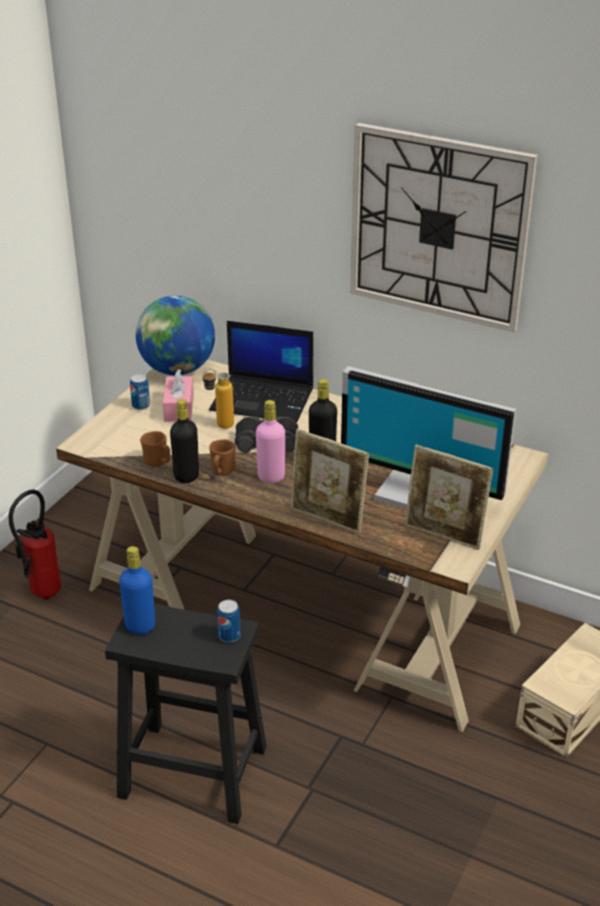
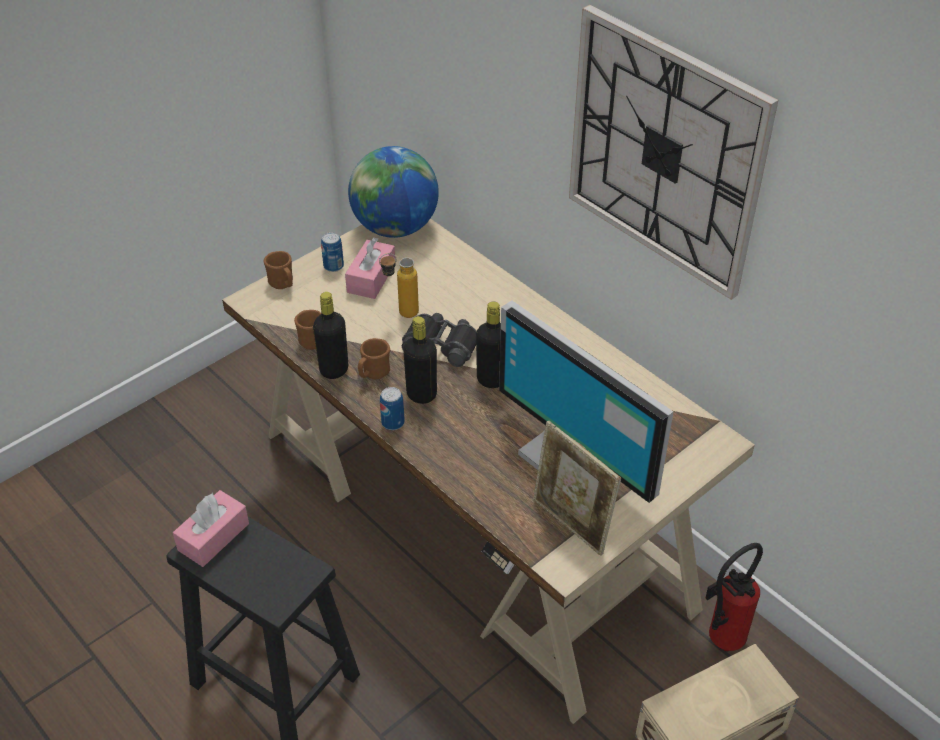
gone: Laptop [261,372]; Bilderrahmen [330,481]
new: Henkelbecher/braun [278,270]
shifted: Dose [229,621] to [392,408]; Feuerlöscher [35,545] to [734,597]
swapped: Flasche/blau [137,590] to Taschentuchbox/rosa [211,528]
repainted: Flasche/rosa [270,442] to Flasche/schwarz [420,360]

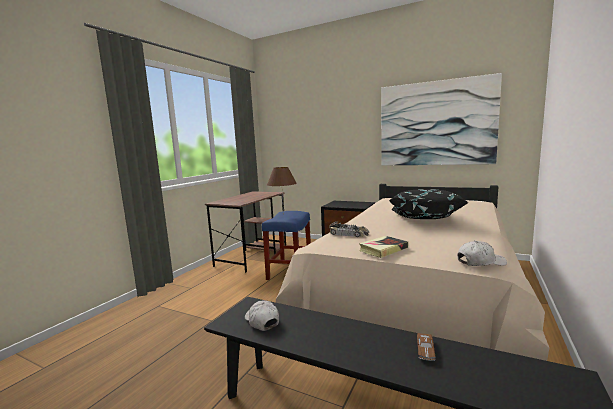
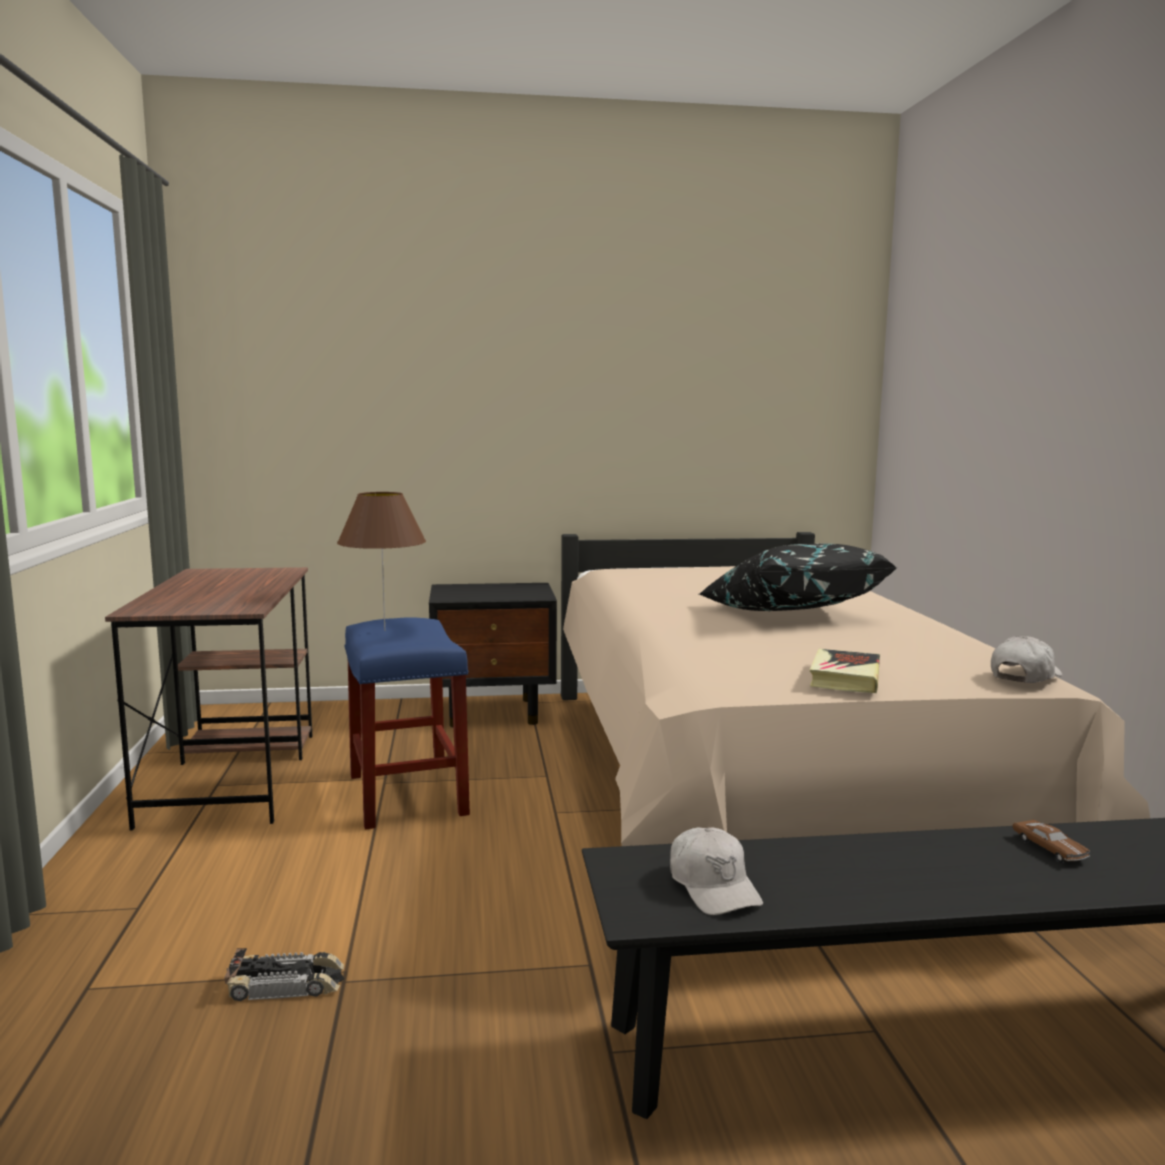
gone: Bild [441,119]
shifted: Spielzeugauto [349,229] to [284,974]
rotated: Kappe/weiß [262,316] = [716,871] 135 degrees counterclockwise

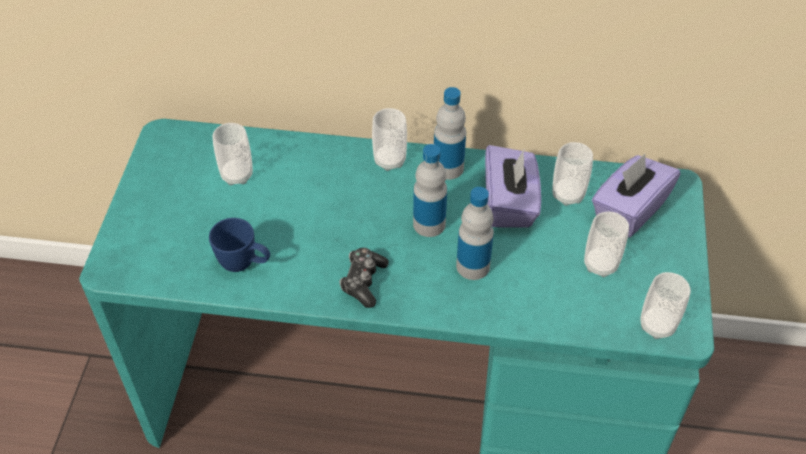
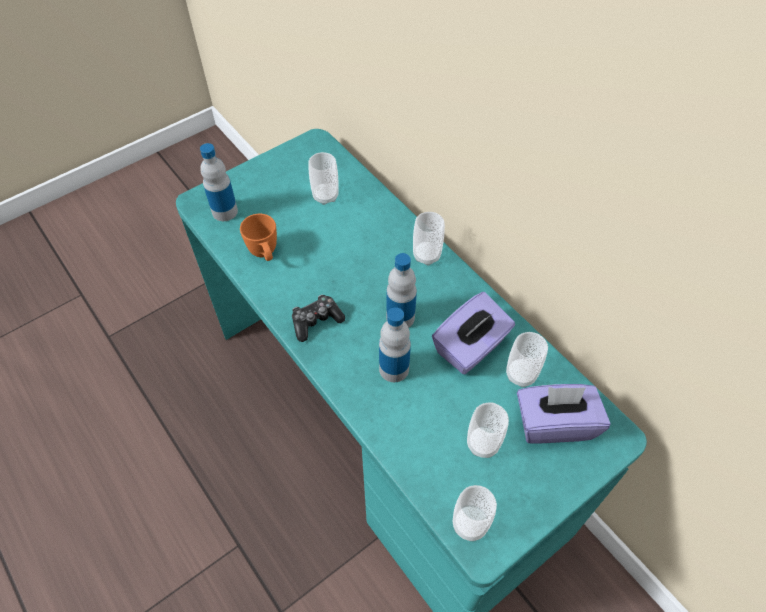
shifted: Flasche [450,133] to [219,182]
repainted: Henkelbecher/blau [239,245] to Henkelbecher/orange [258,237]

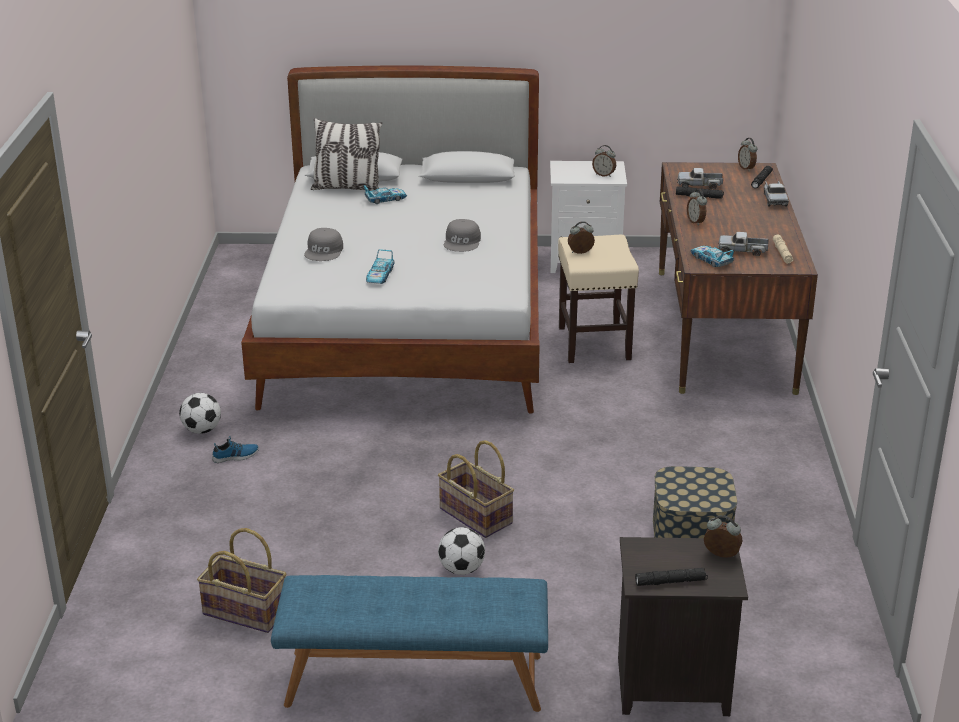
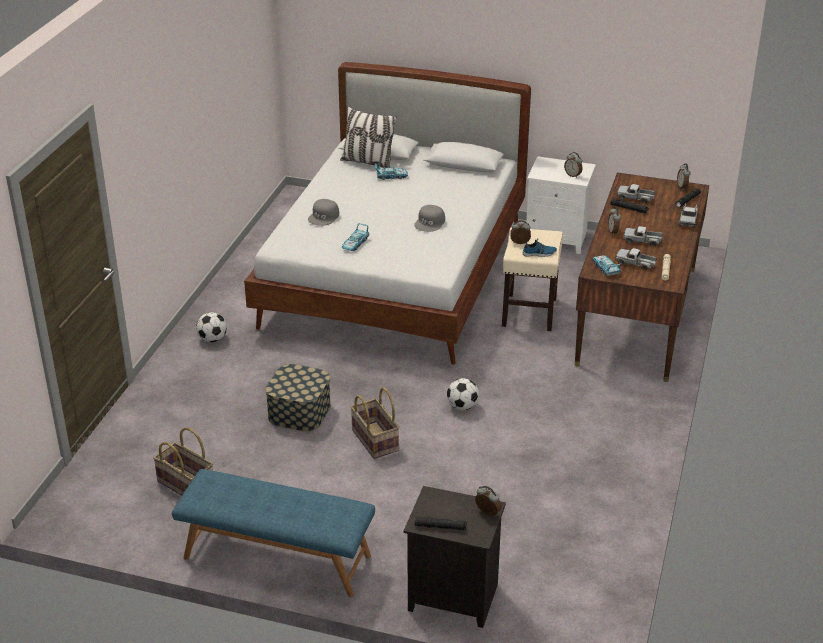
new: Spielzeuglaster [643,236]
shifted: Aufbewahrungsbox [695,502] to [298,397]; Fußball [461,551] to [463,394]; Schuh [235,449] to [540,247]

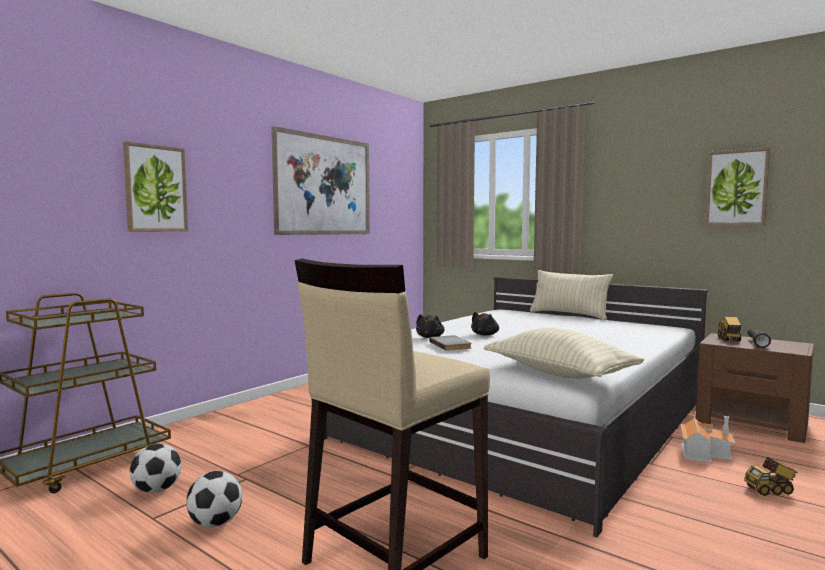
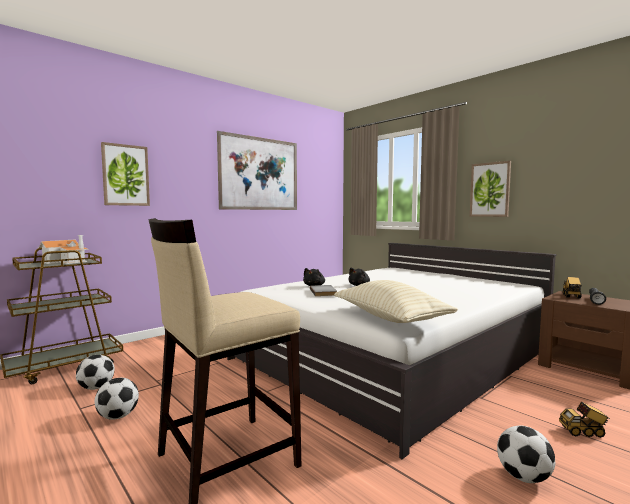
gone: Kissen/beige [571,295]
new: Fußball [526,454]
shifted: Spielzeughaus [708,439] to [63,249]; Bild [737,186] to [490,189]

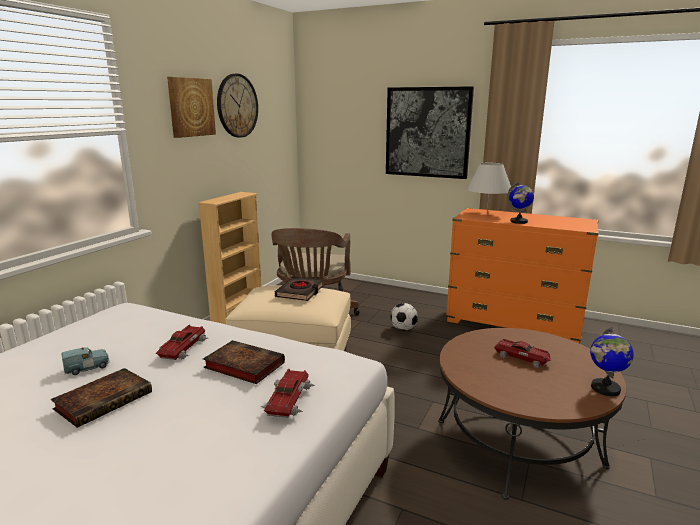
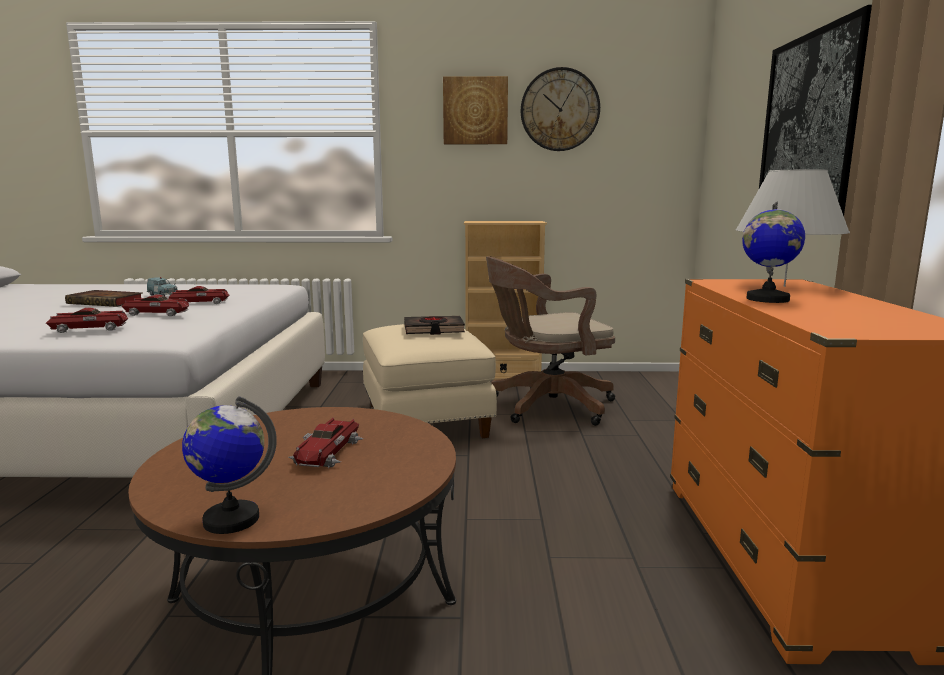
gone: Fußball [404,317]
swapped: Buch [244,362] to Spielzeugauto [155,305]

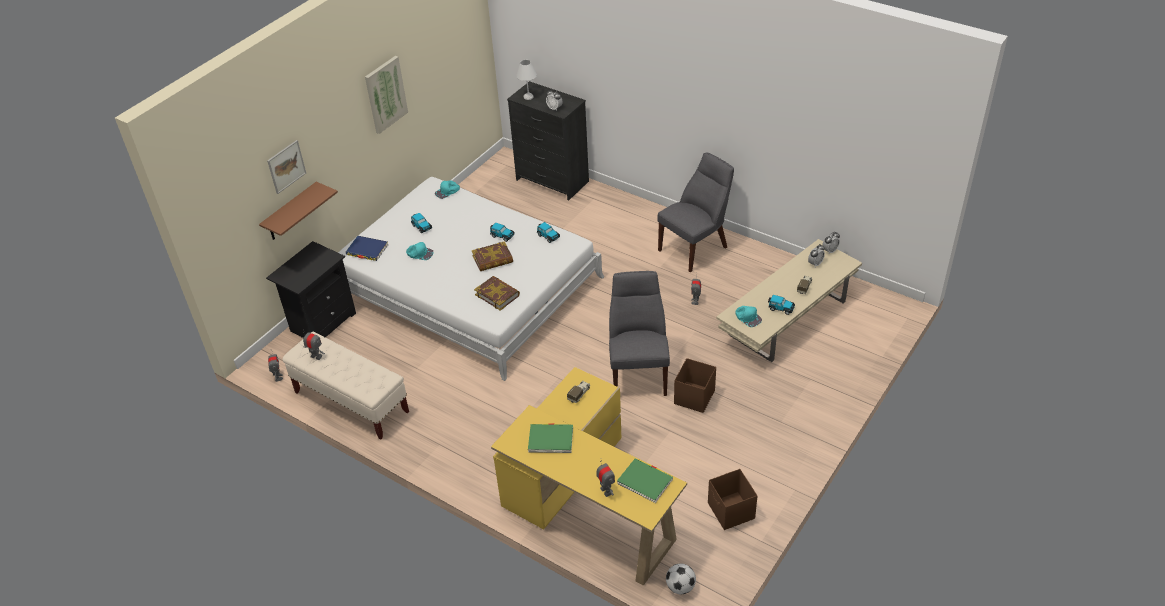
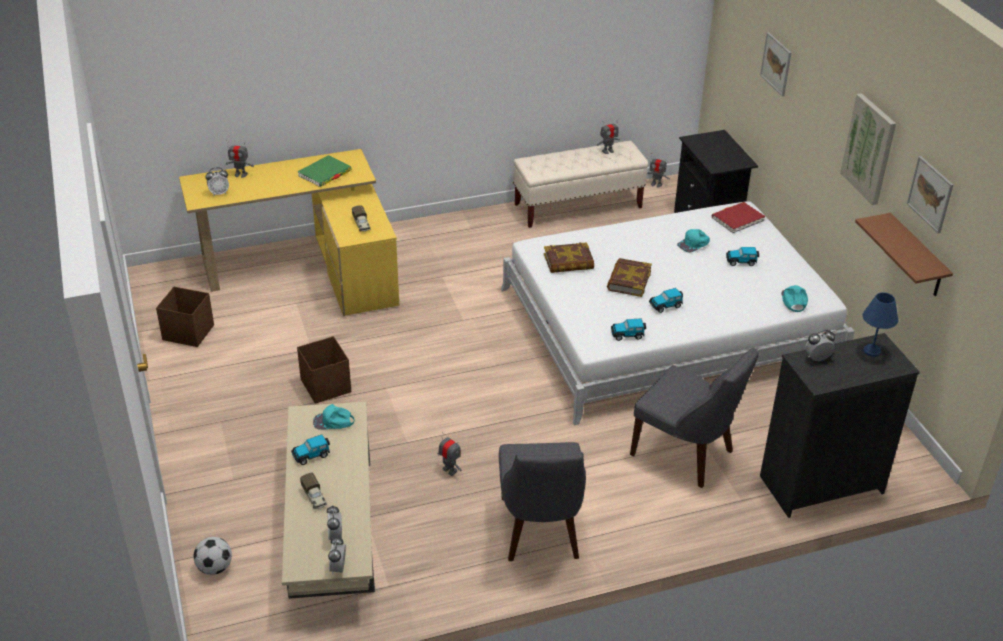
new: Bild [930,195]
shifted: Fußball [681,579] to [212,556]; Stuhl/grau [639,333] to [694,418]; Wandregal/braun [298,211] to [904,254]
swapped: Buch/grün [645,481] to Wecker [217,182]
repainted: Buch/blau [367,248] to Buch/rot [739,217]; Tischlampe/weiß [526,80] to Tischlampe/blau [880,324]

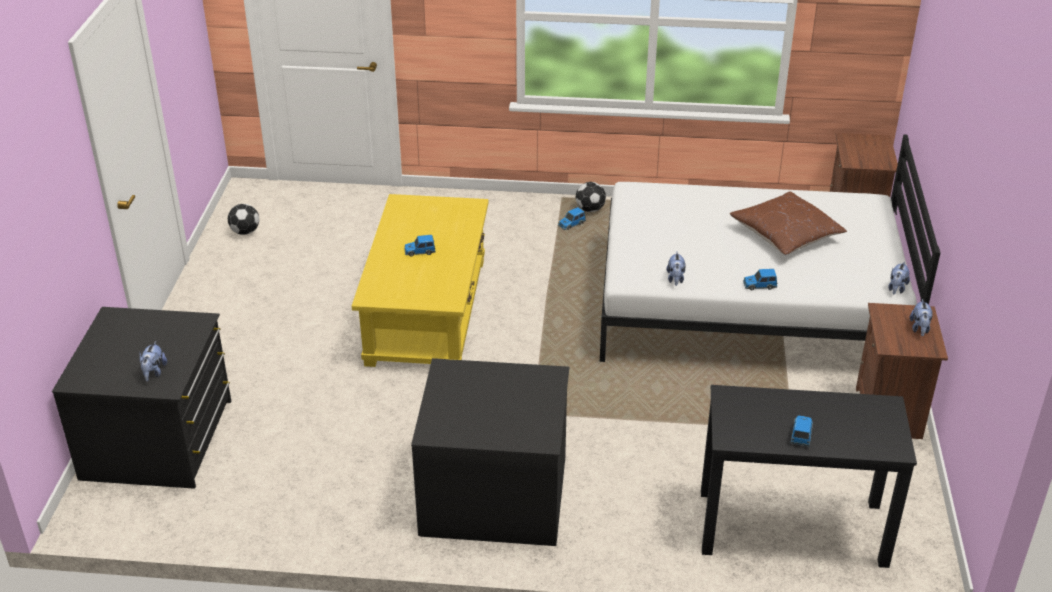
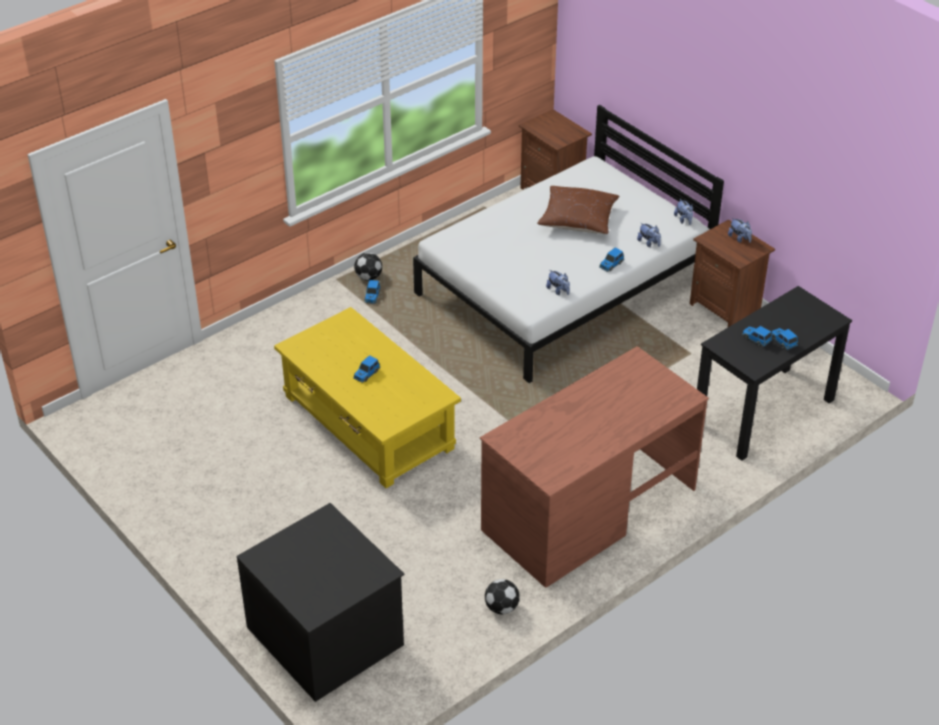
new: Spielzeugauto [757,336]
shifted: Fußball [243,219] to [502,596]; Plüschtier [153,361] to [649,235]
swapped: Kommode/schwarz [490,452] to Schreibtisch/braun [594,467]

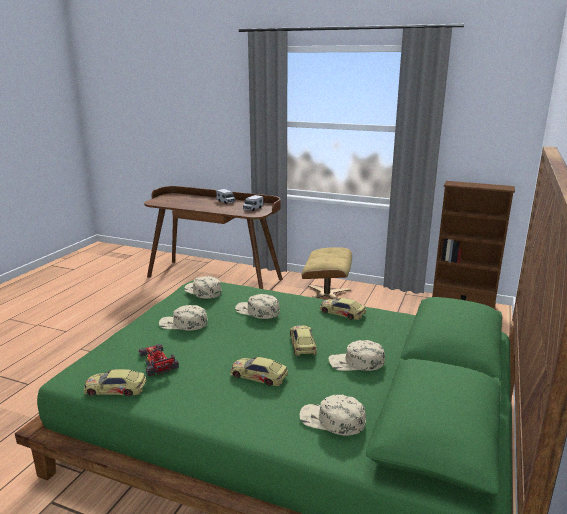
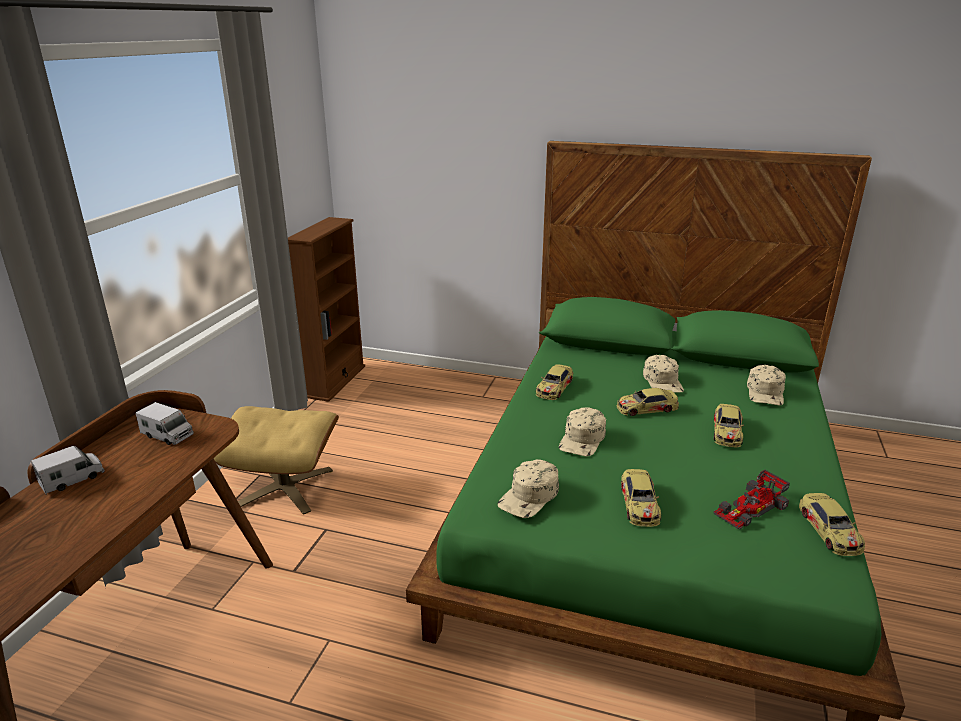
swapped: Kappe/beige [183,317] to Spielzeugauto [641,498]

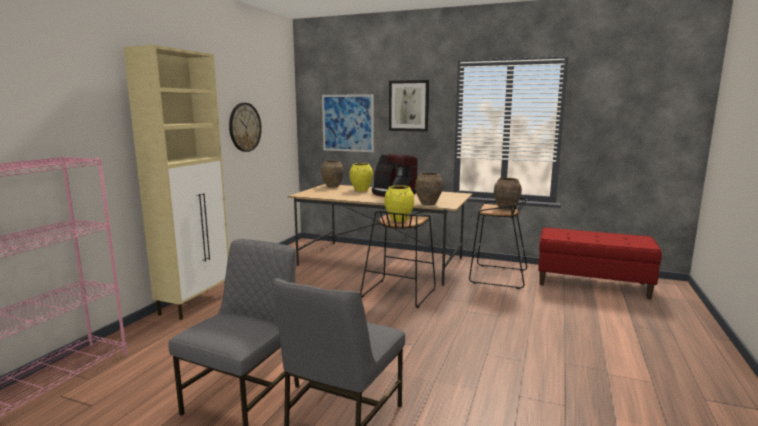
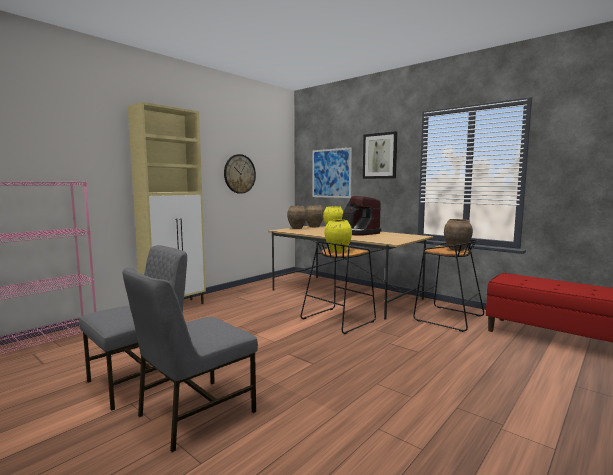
shifted: Vase/braun [429,188] to [297,217]

